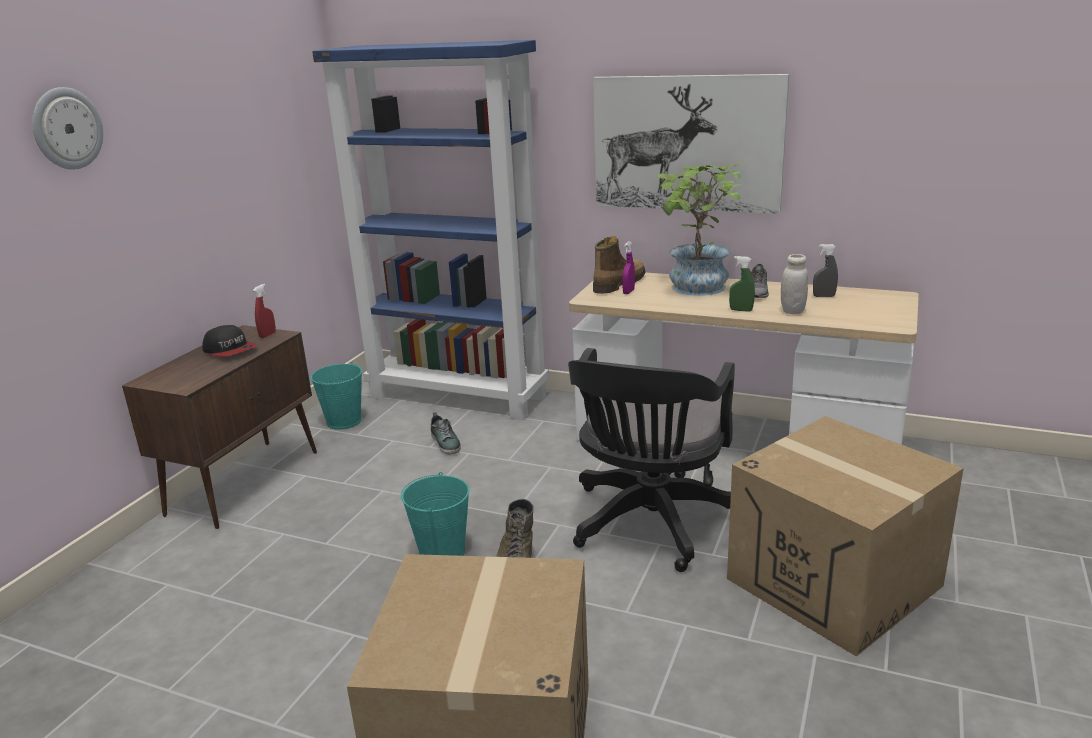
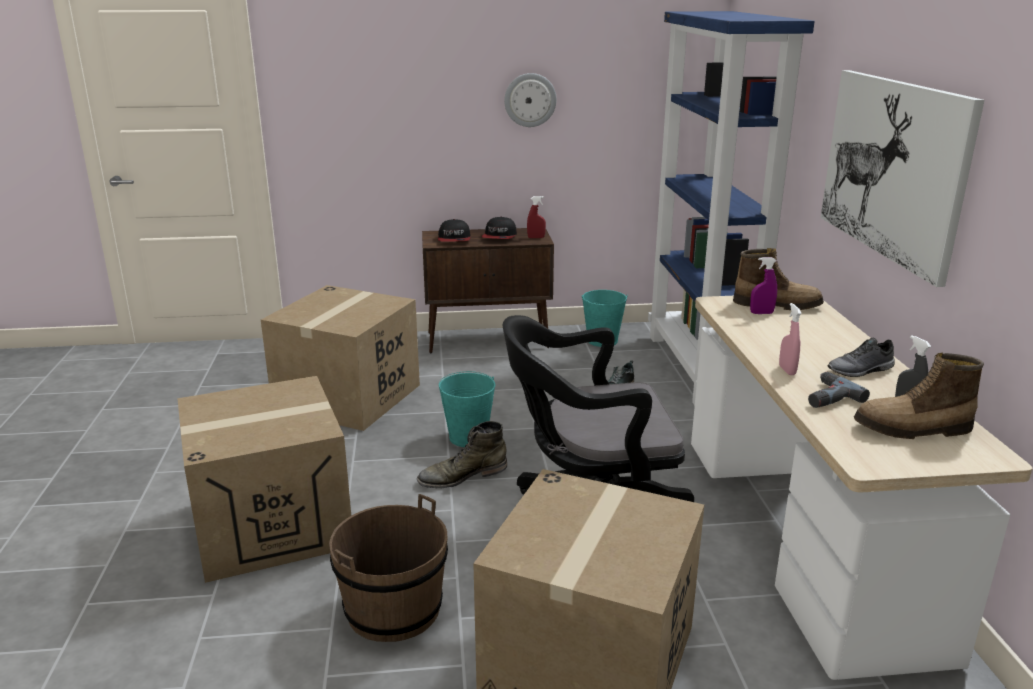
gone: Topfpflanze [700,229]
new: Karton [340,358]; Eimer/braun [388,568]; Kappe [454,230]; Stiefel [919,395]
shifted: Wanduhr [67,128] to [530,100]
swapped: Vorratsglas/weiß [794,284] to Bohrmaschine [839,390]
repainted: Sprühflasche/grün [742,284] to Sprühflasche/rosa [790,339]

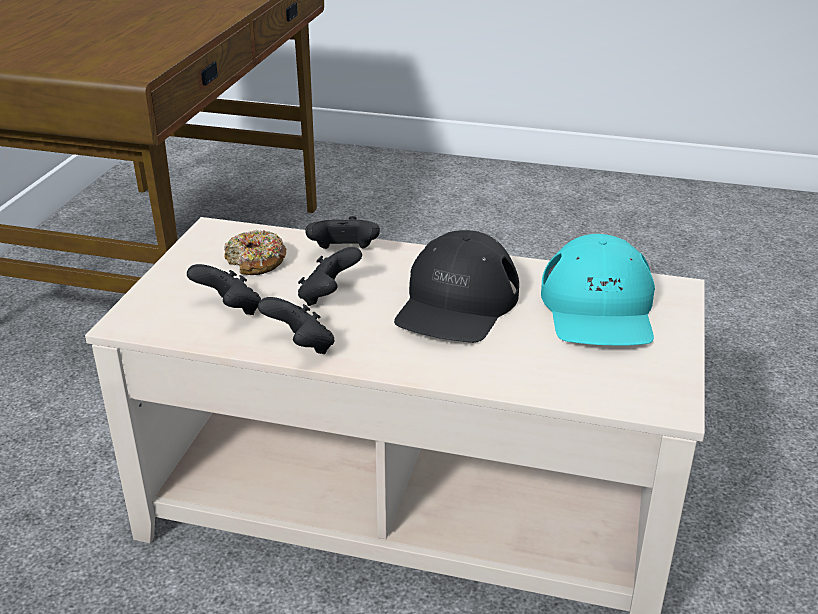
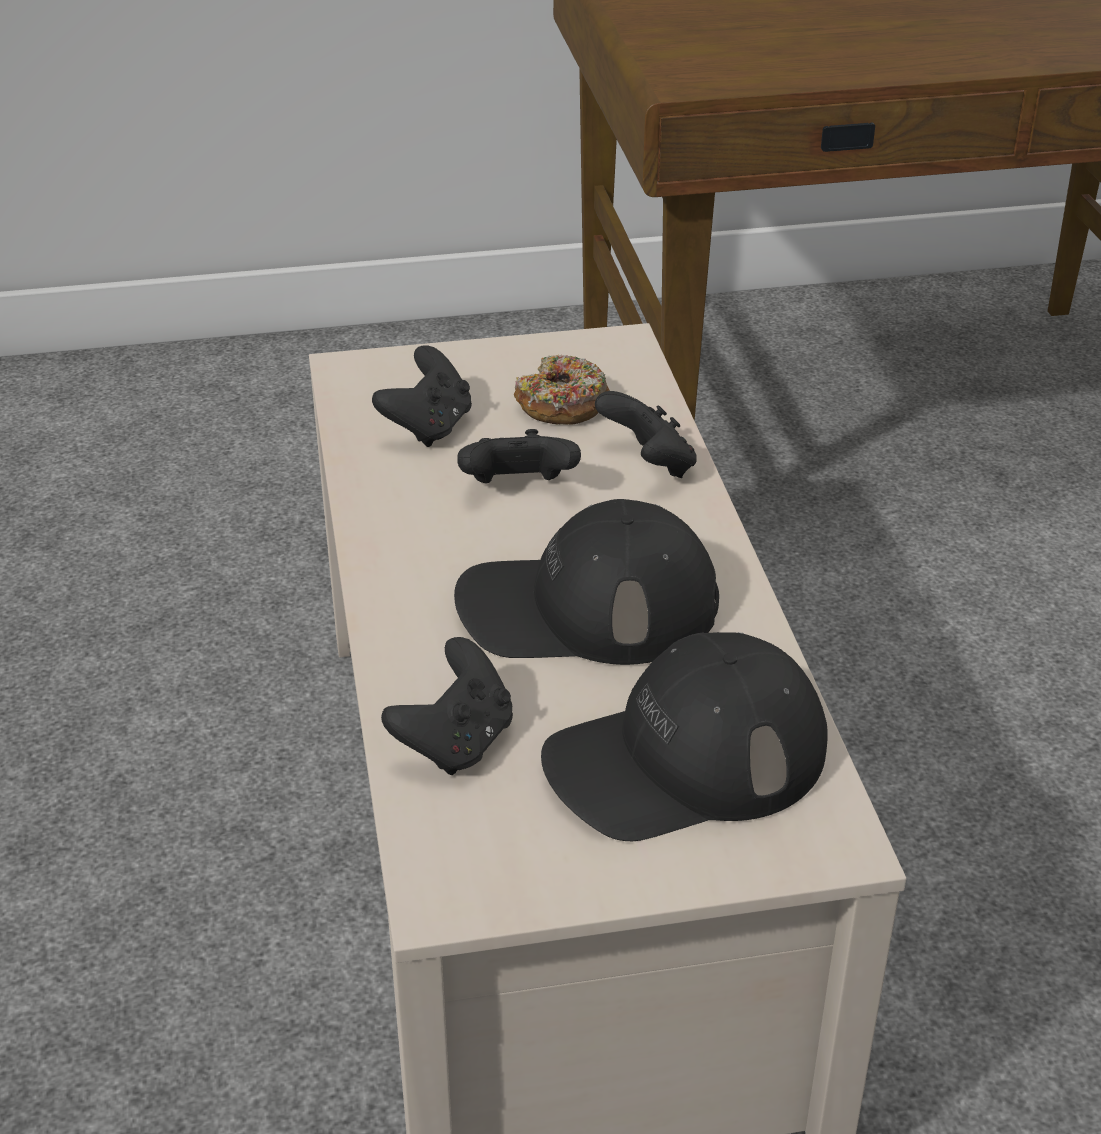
shifted: Gamepad/schwarz [296,325] to [447,706]
repainted: Kappe/türkis [598,290] to Kappe/schwarz [684,736]

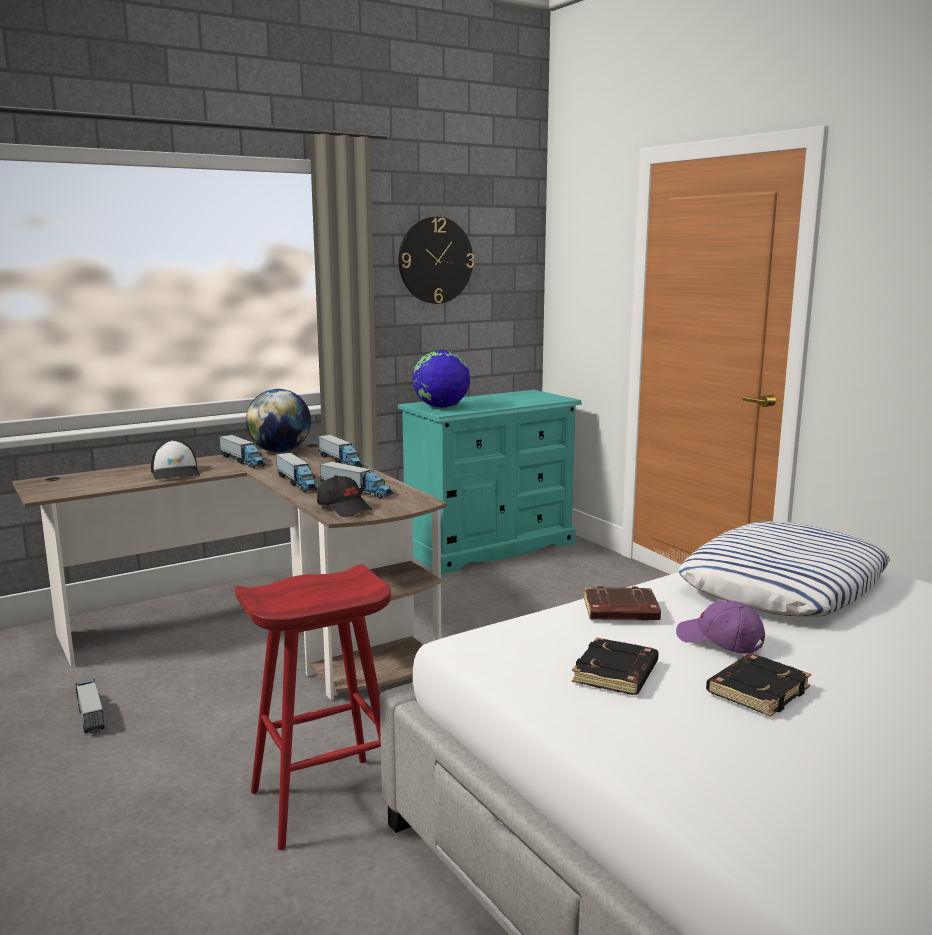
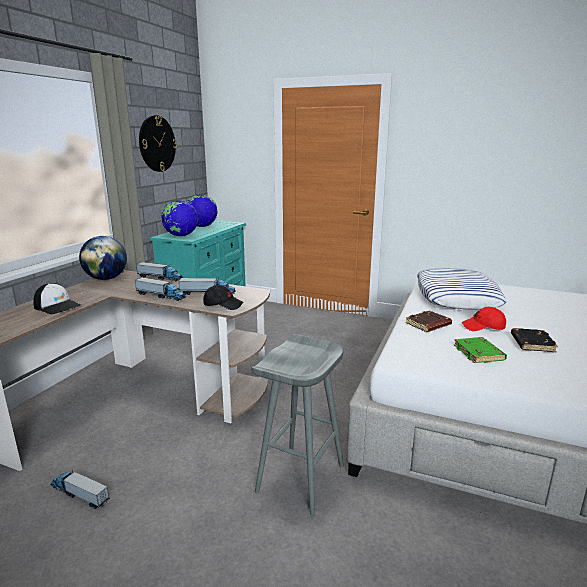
gone: Spielzeuglaster [242,451]
new: Globus [202,210]
repainted: Hocker/rot [313,707] to Hocker/grau [297,425]; Buch/schwarz [615,666] to Buch/grün [480,350]; Kappe/lila [720,627] to Kappe/rot [484,319]

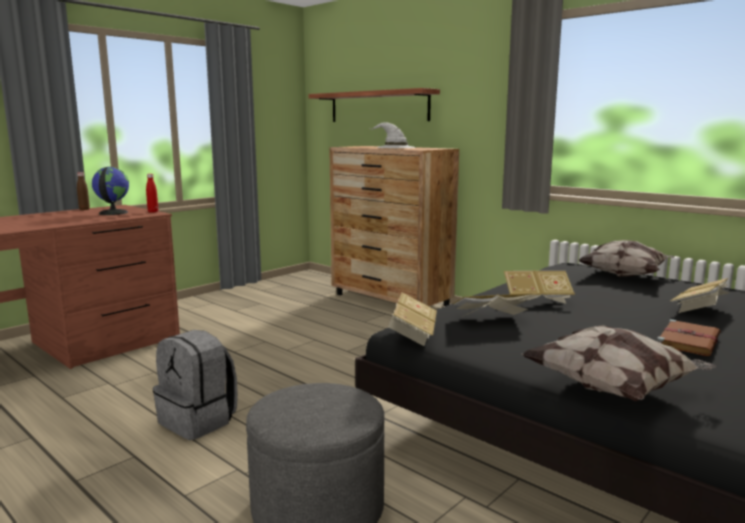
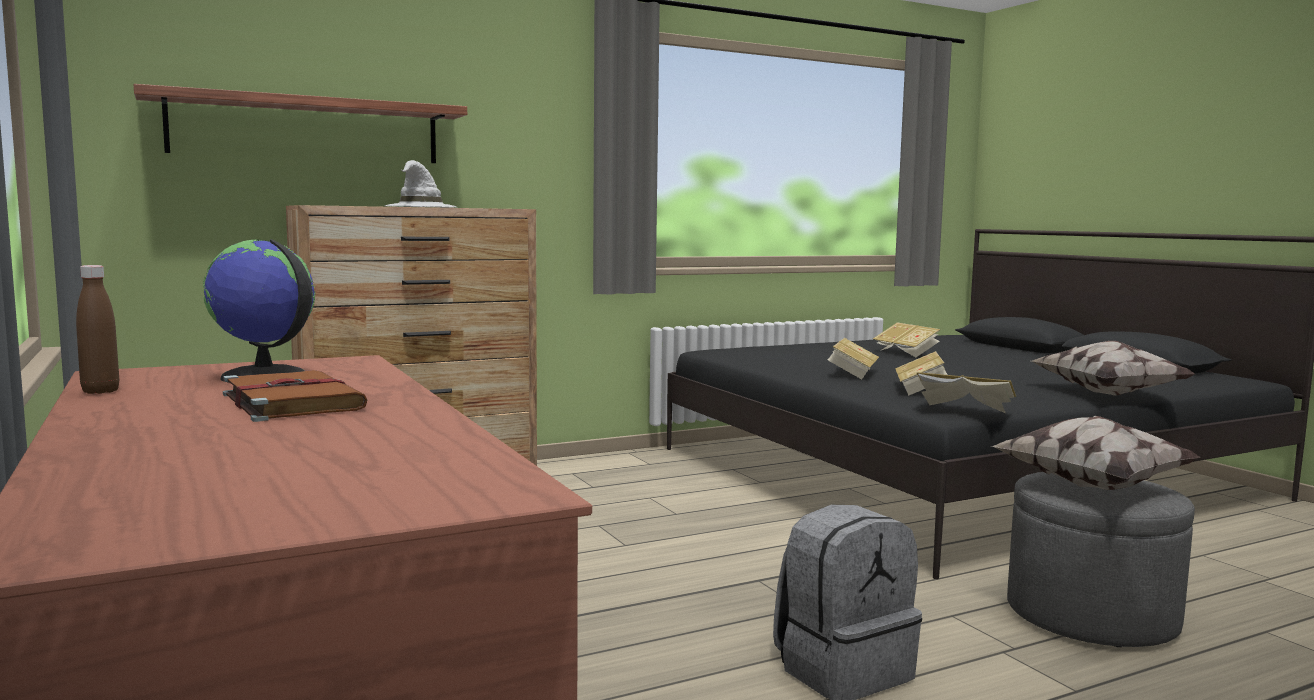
gone: Flasche/rot [152,193]
shifted: Buch/braun [689,337] to [295,396]; Kissen [627,258] to [1095,453]

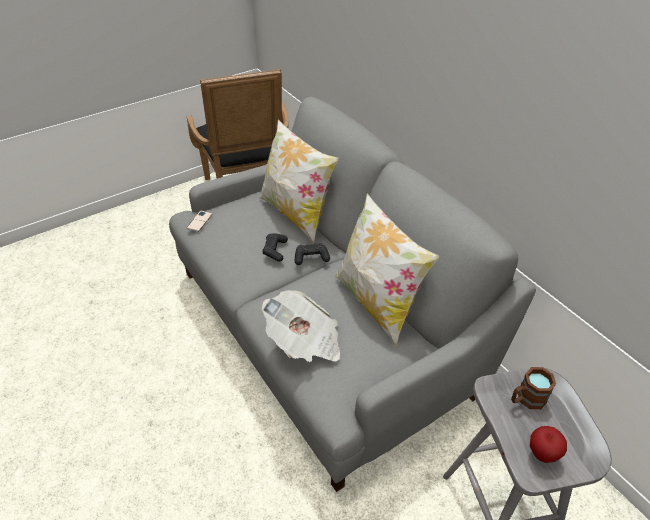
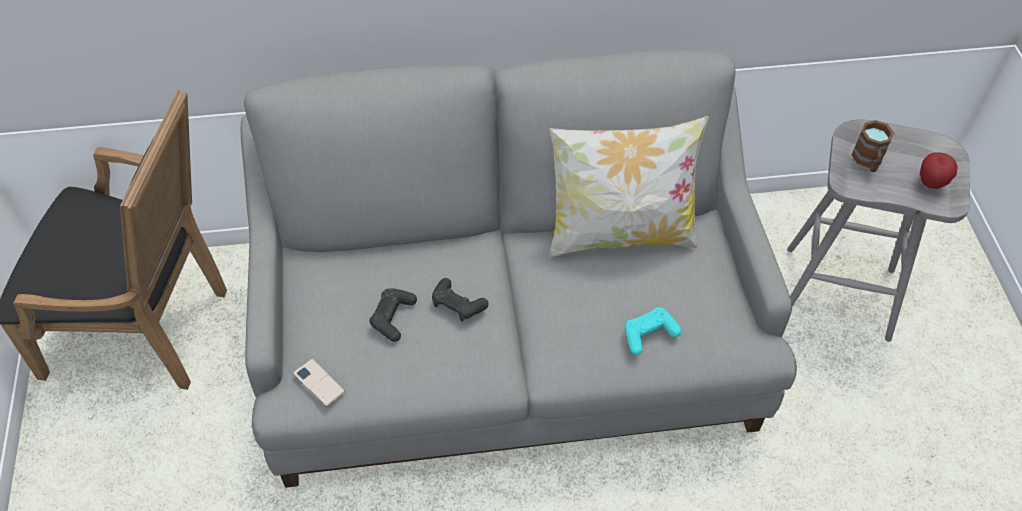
gone: Kissen [299,181]
shifted: Gamepad/schwarz [312,254] to [393,315]
swapped: Zeitung [301,326] to Gamepad/türkis [653,331]

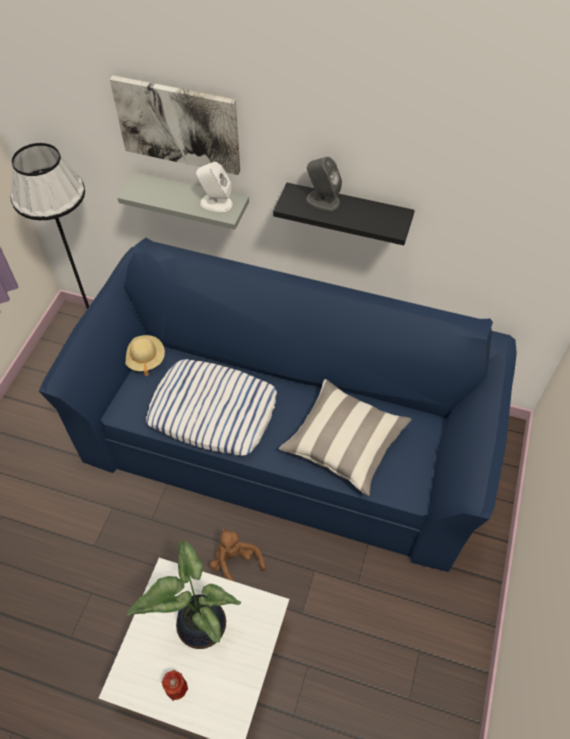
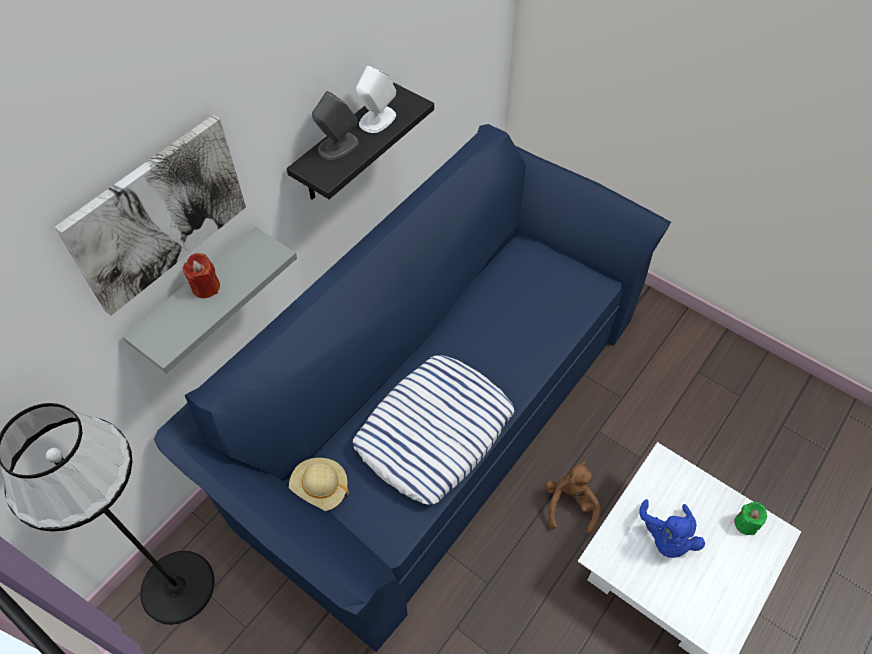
gone: Kissen [345,437]
new: Kerze/grün [750,518]
shifted: Kerze/rot [175,685] to [201,275]; Lautsprecher/weiß [214,187] to [376,99]
swapped: Topfpflanze [184,594] to Plüschtier/blau [672,528]
rotated: Plüschtier/braun [238,555] = [573,498] 120 degrees clockwise

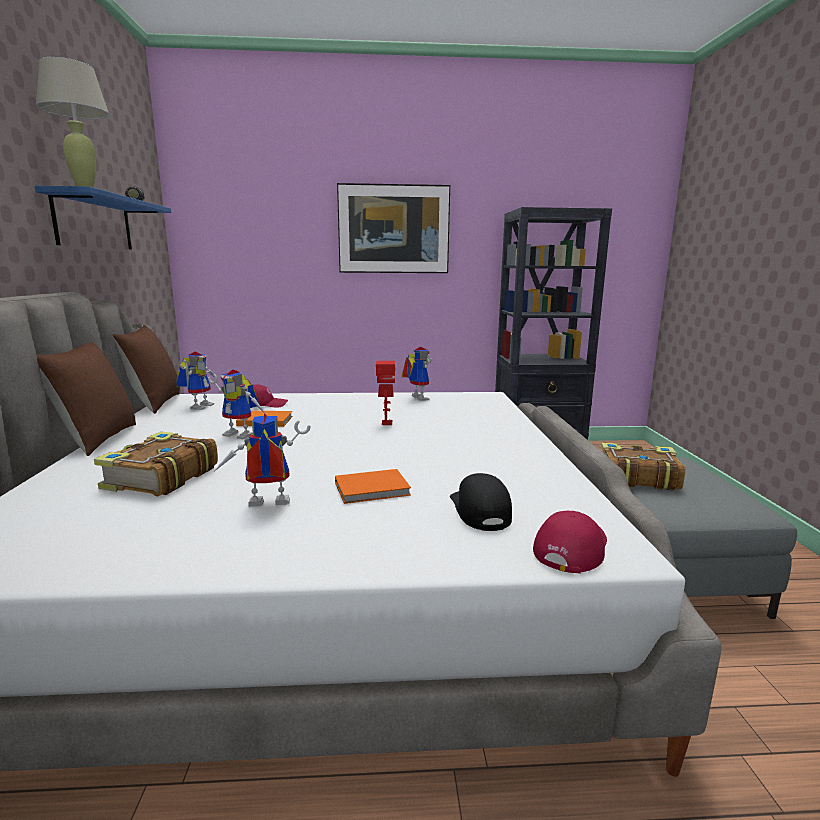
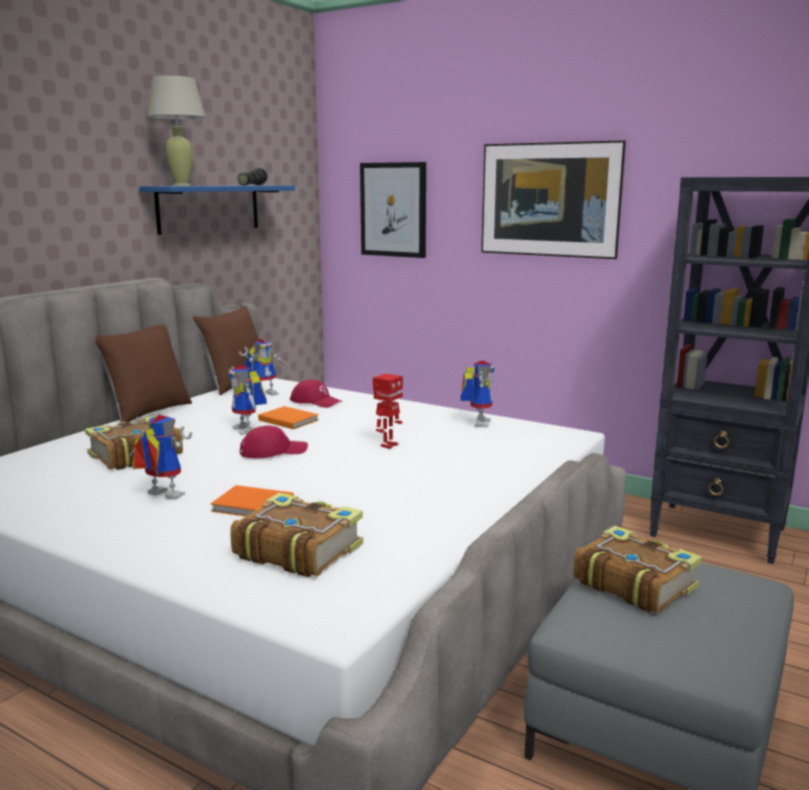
new: Bild [393,210]
shifted: Kappe/rot [570,542] to [274,441]
swapped: Kappe/schwarz [481,502] to Buch [296,534]

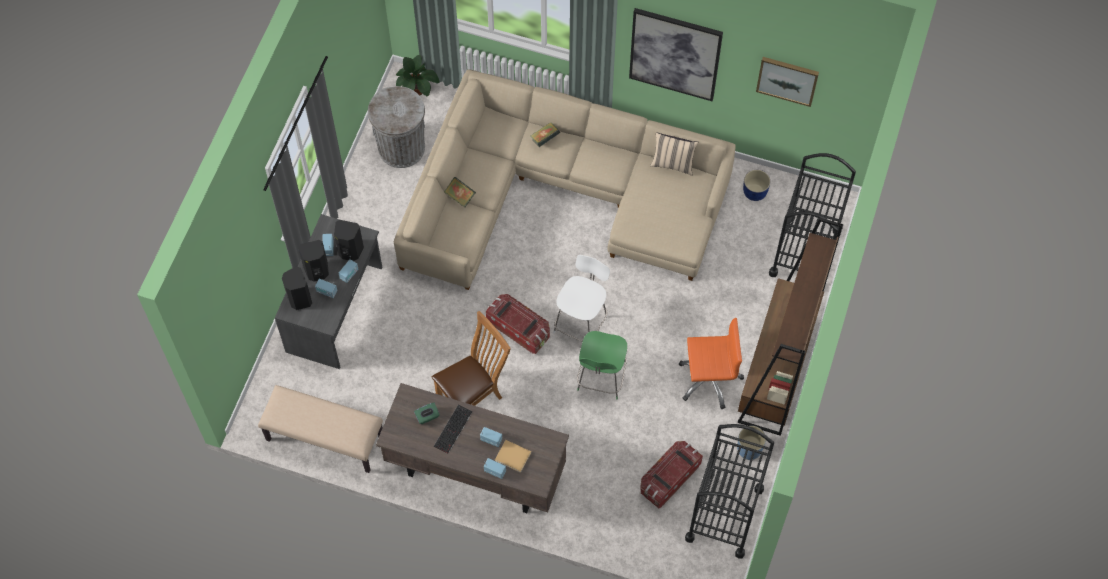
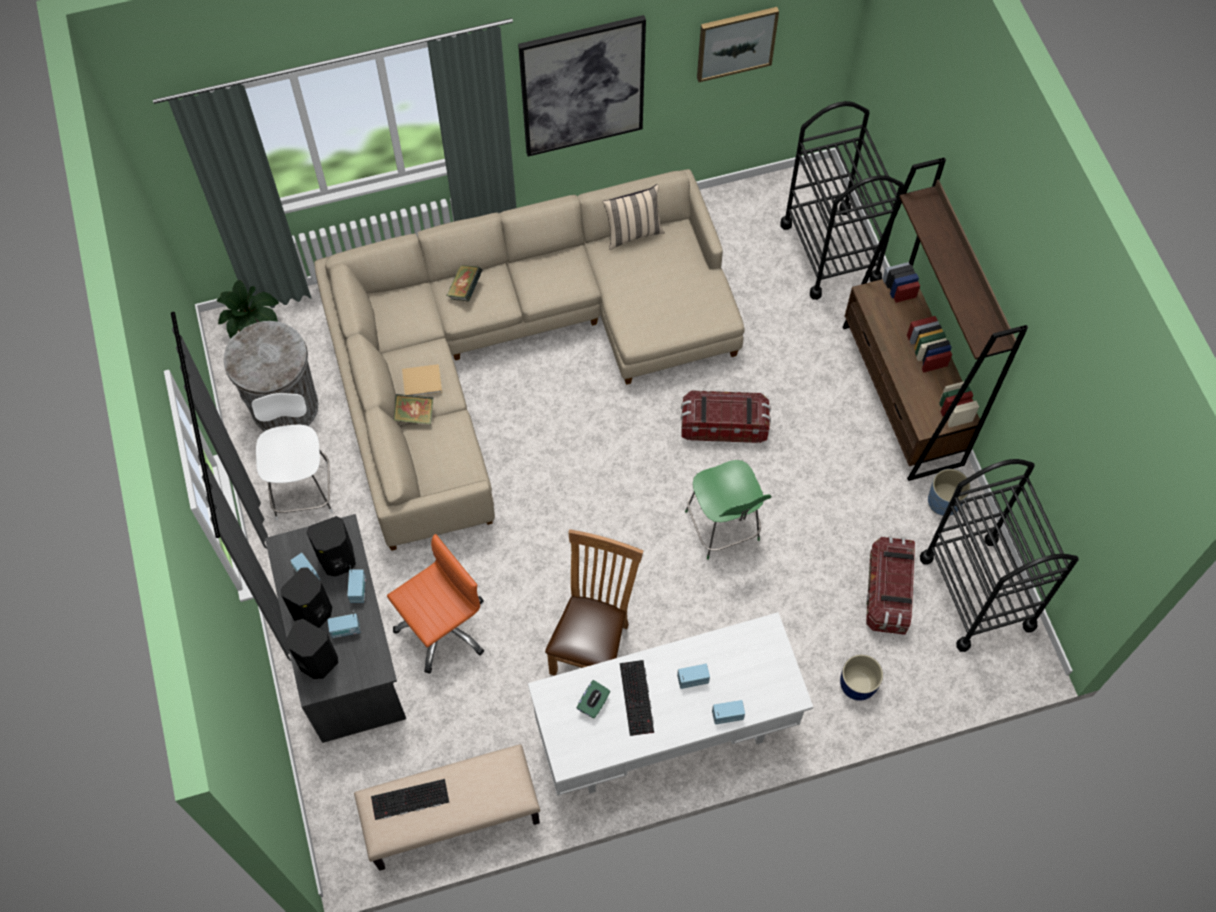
new: Tastatur [410,799]
shifted: Stuhl/weiß [581,298] to [292,456]; Bürostuhl/orange [711,363] to [435,604]; Buch/beige [513,456] to [422,380]; Aufbewahrungsbox [518,324] to [726,417]; Pflanzkübel/blau [756,185] to [861,677]
repainted: Schreibtisch/braun [472,448] to Schreibtisch/weiß [670,704]

